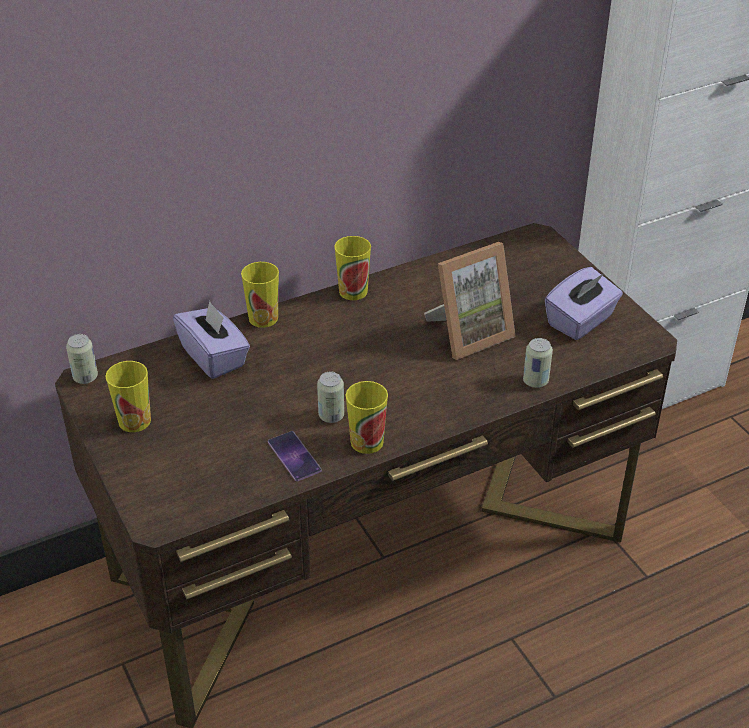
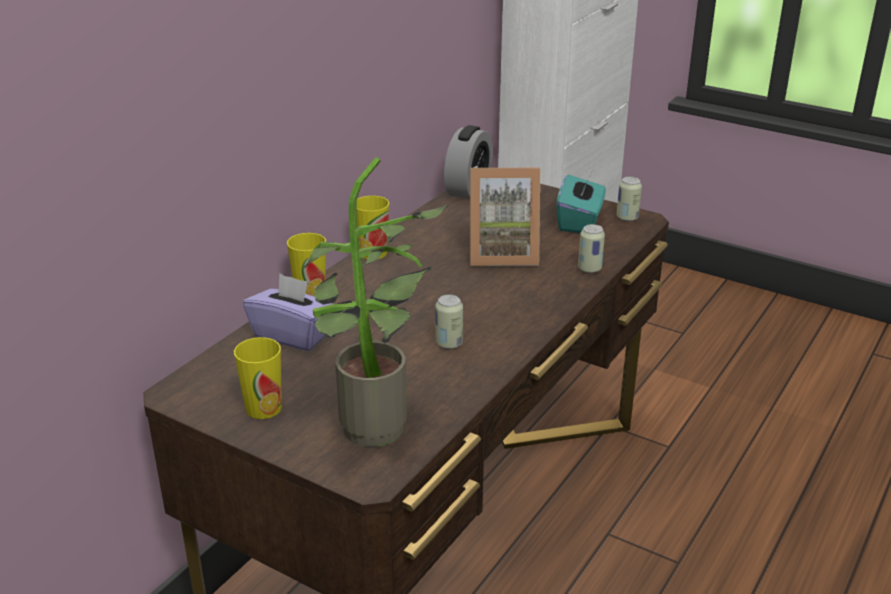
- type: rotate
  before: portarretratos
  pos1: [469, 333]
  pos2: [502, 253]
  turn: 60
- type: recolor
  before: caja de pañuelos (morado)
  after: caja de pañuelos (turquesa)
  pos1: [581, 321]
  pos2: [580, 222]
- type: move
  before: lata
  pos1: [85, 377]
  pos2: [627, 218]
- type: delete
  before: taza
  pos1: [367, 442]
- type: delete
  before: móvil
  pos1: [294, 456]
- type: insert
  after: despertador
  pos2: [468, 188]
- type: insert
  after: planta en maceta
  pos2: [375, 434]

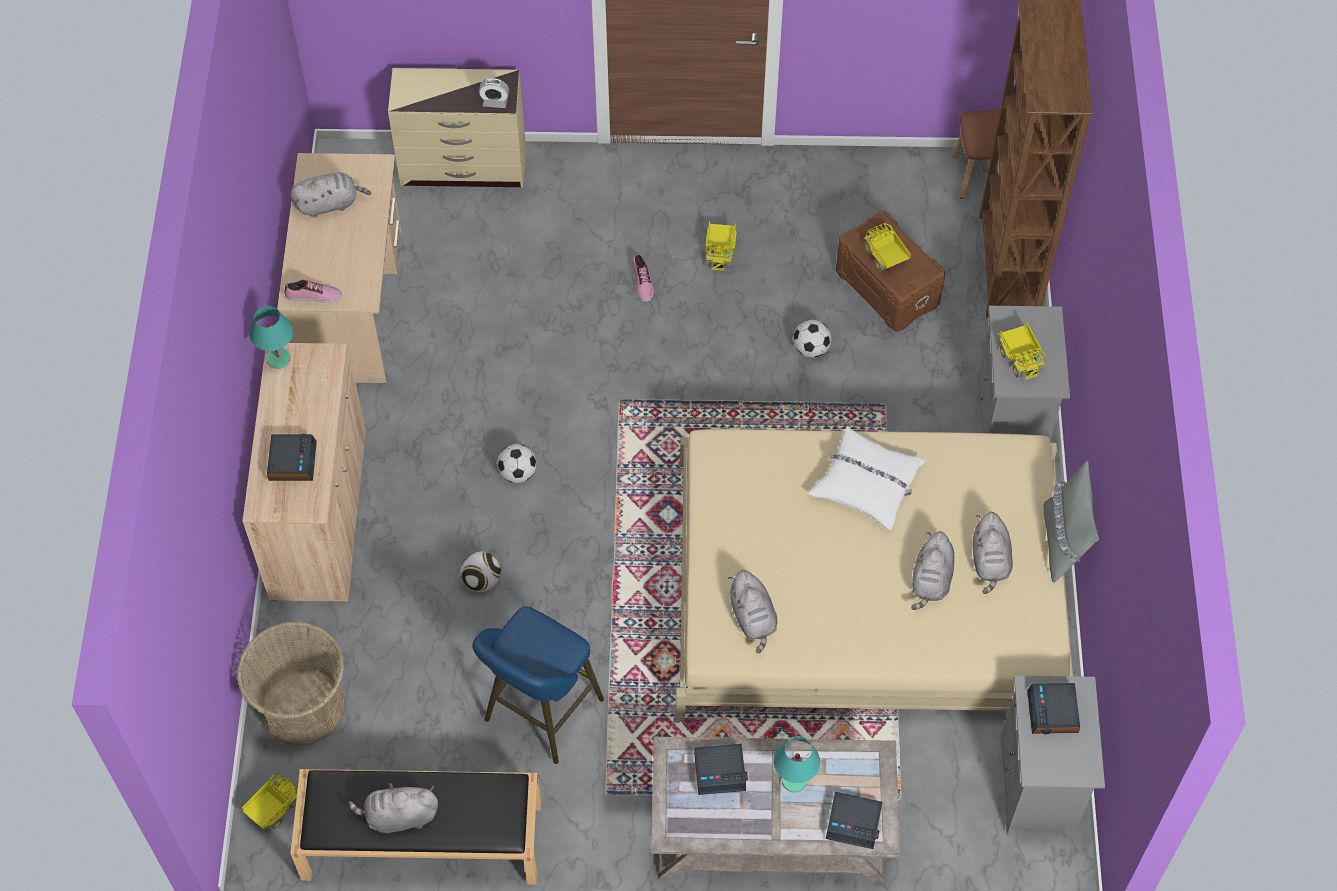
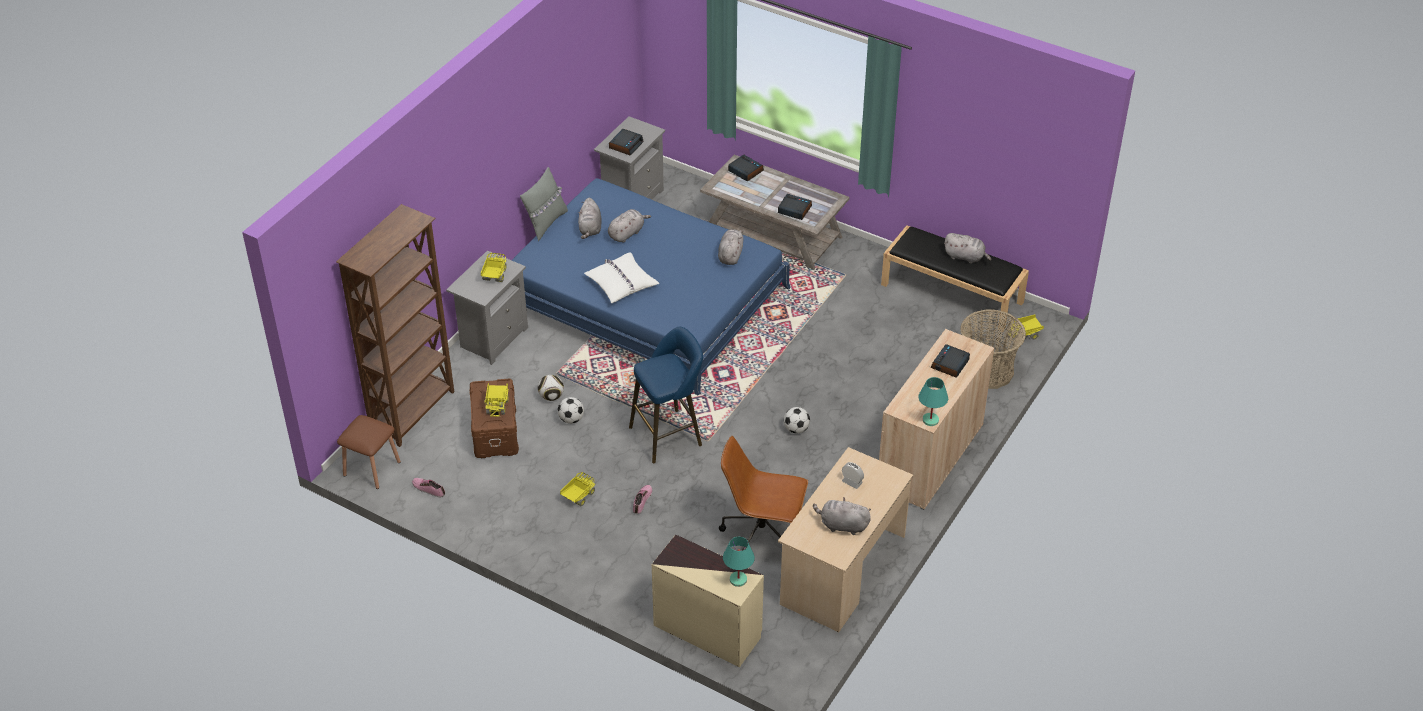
- type: move
  before: despertador
  pos1: [495, 102]
  pos2: [852, 482]
- type: move
  before: zapato
  pos1: [313, 296]
  pos2: [429, 489]
- type: recolor
  before: cama (beis)
  after: cama (azul)
  pos1: [867, 591]
  pos2: [644, 298]
- type: rotate
  before: peluche (gris)
  pos1: [990, 561]
  pos2: [590, 229]
  turn: 150
- type: move
  before: balón de fútbol
  pos1: [482, 580]
  pos2: [551, 397]
- type: move
  before: taburete (azul)
  pos1: [540, 715]
  pos2: [669, 434]
- type: move
  before: lámpara de mesa (turquesa)
  pos1: [794, 780]
  pos2: [737, 580]
- type: insert
  after: silla de oficina (marrón)
  pos2: [762, 536]

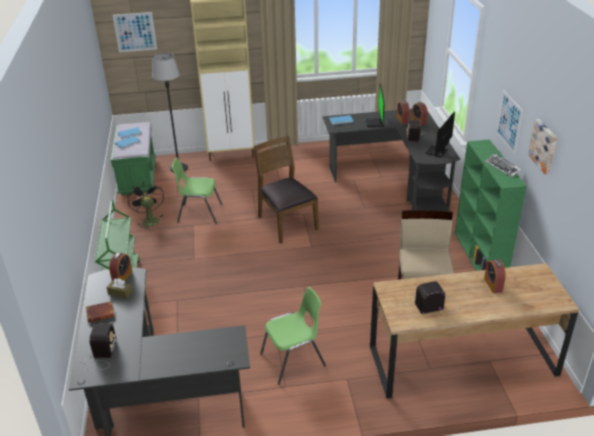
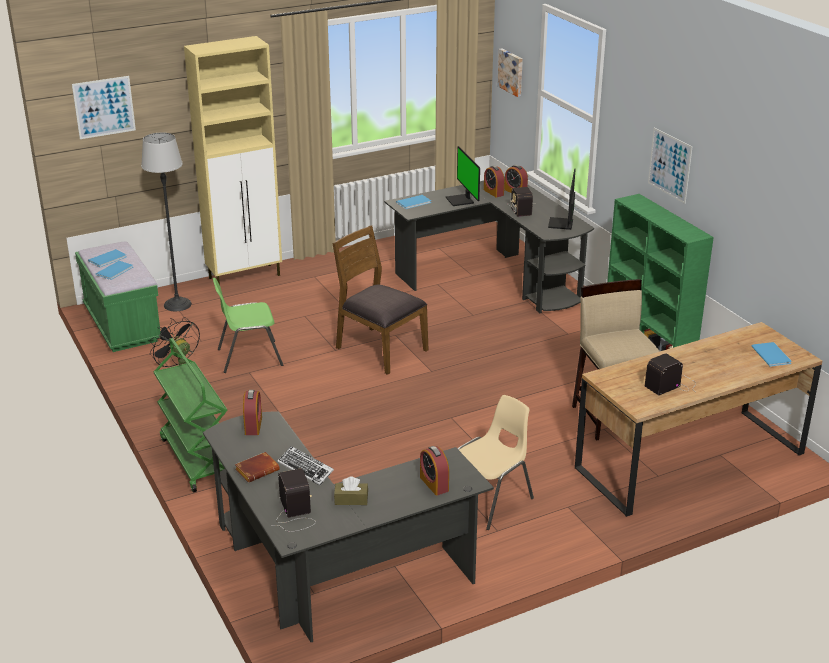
- type: move
  before: cuadro
  pos1: [544, 146]
  pos2: [511, 72]
- type: move
  before: teclado
  pos1: [502, 167]
  pos2: [306, 469]
- type: move
  before: despertador
  pos1: [493, 285]
  pos2: [434, 484]
- type: move
  before: caja de pañuelos (marrón)
  pos1: [120, 293]
  pos2: [351, 499]
- type: recolor
  before: silla (verde)
  after: silla (beis)
  pos1: [294, 360]
  pos2: [490, 500]
- type: insert
  after: libro (azul)
  pos2: [771, 354]

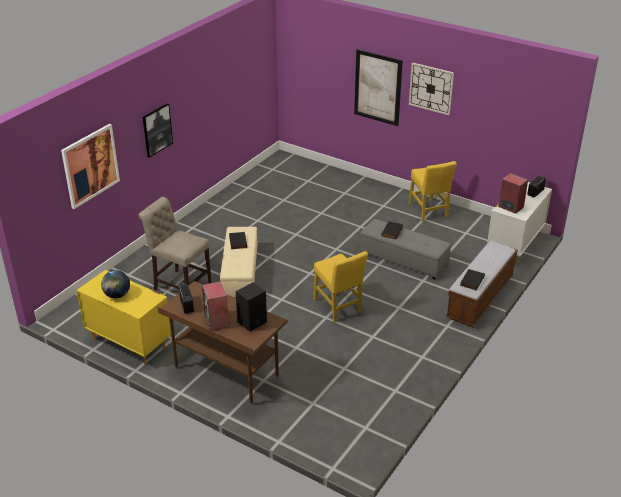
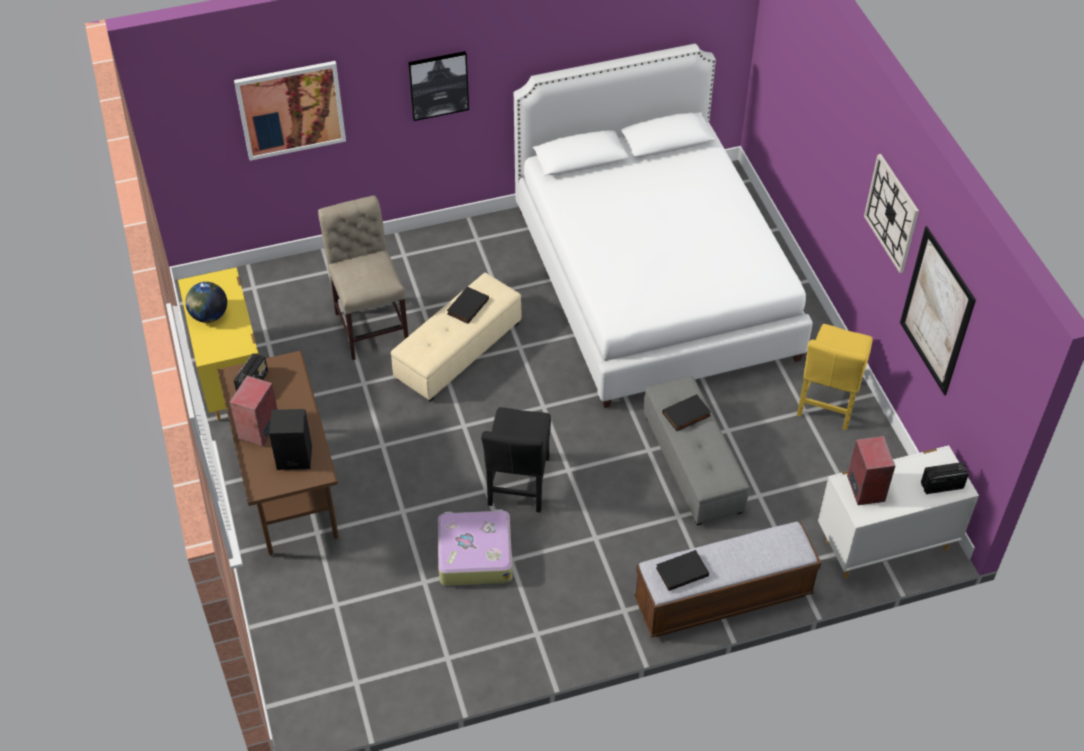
- type: move
  before: cuadro
  pos1: [377, 87]
  pos2: [936, 311]
- type: recolor
  before: silla (amarillo)
  after: silla (negro)
  pos1: [338, 307]
  pos2: [519, 485]
- type: insert
  after: cama (blanco)
  pos2: [653, 282]
- type: insert
  after: maleta
  pos2: [474, 554]

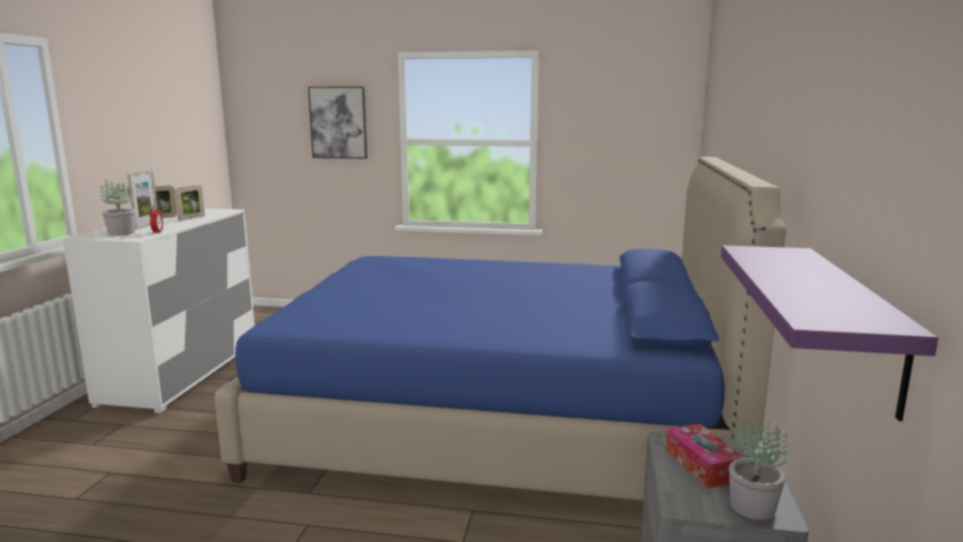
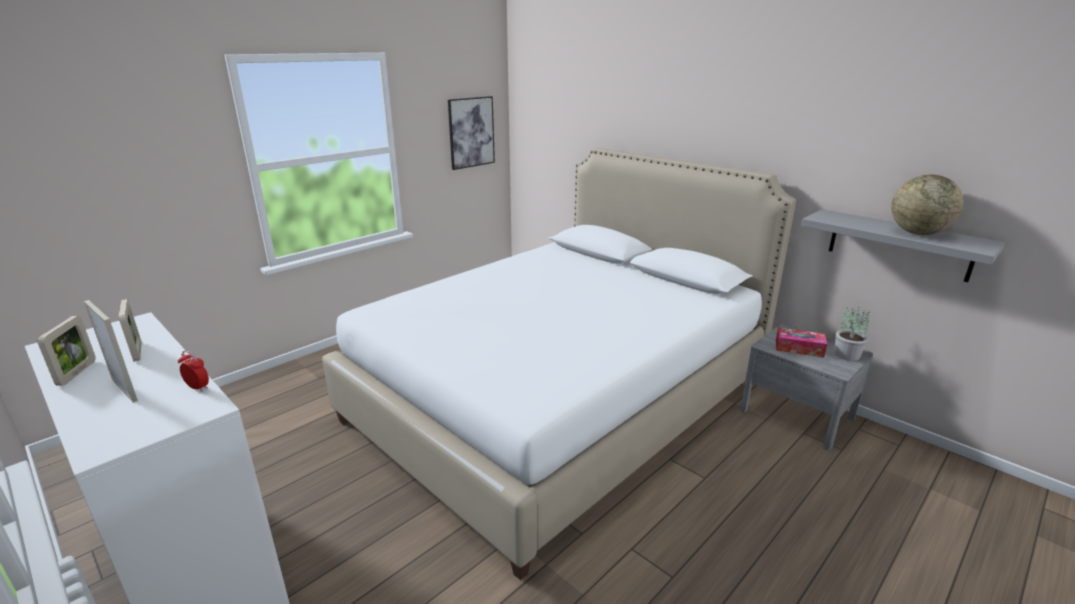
- type: move
  before: cuadro
  pos1: [338, 122]
  pos2: [471, 132]
- type: recolor
  before: cama (azul)
  after: cama (blanco)
  pos1: [498, 421]
  pos2: [559, 400]
- type: delete
  before: planta en maceta
  pos1: [121, 233]
- type: recolor
  before: estante (morado)
  after: estante (gris)
  pos1: [854, 323]
  pos2: [899, 244]
- type: insert
  after: globo terráqueo
  pos2: [918, 233]

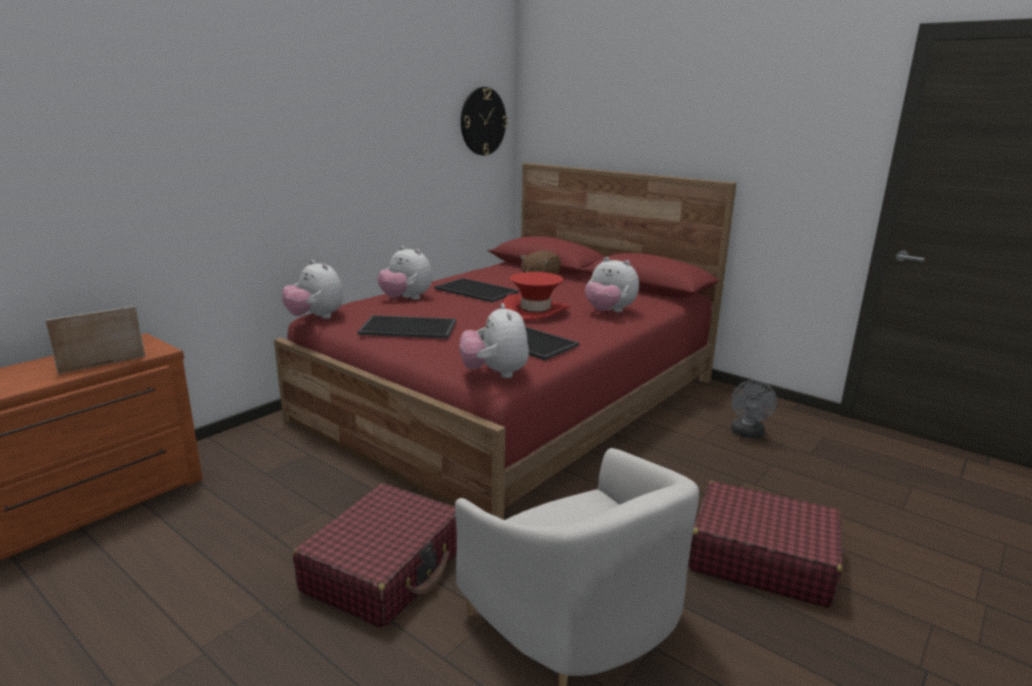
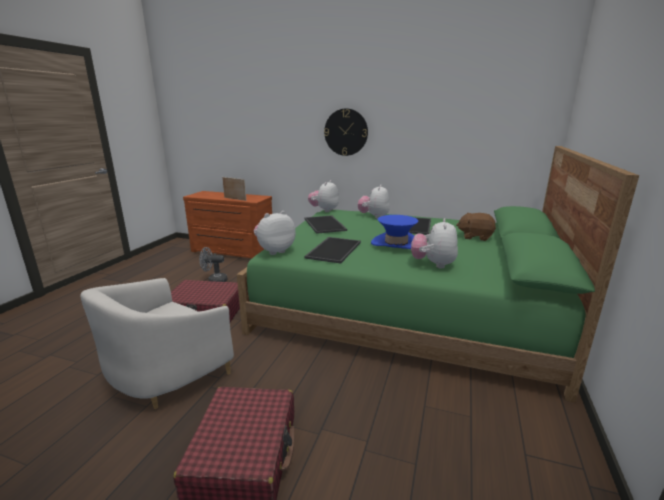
- type: move
  before: reloj de pared
  pos1: [483, 121]
  pos2: [346, 132]
- type: recolor
  before: cama (rojo)
  after: cama (verde)
  pos1: [515, 399]
  pos2: [405, 308]
- type: recolor
  before: sombrero (rojo)
  after: sombrero (azul)
  pos1: [535, 310]
  pos2: [396, 244]
- type: move
  before: ventilador (gris)
  pos1: [747, 434]
  pos2: [214, 281]

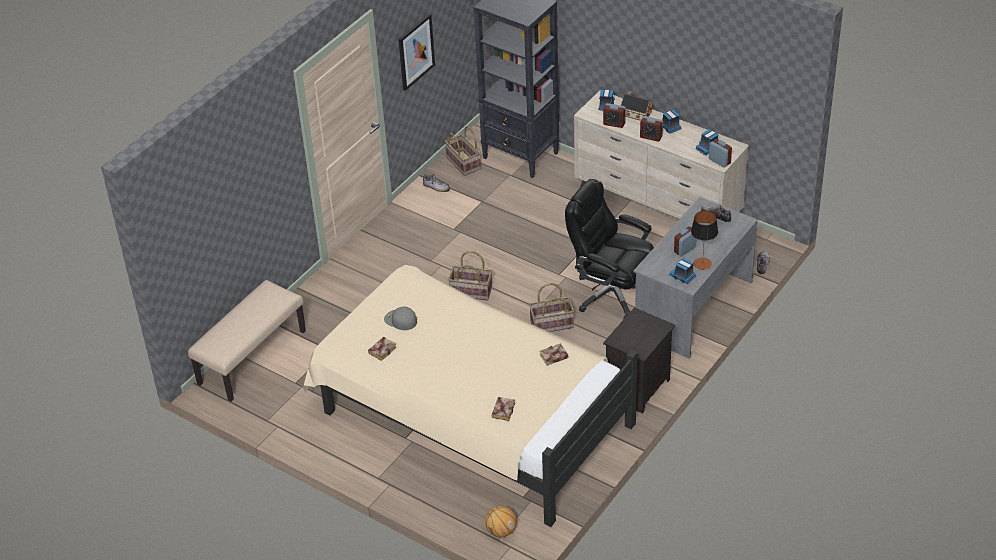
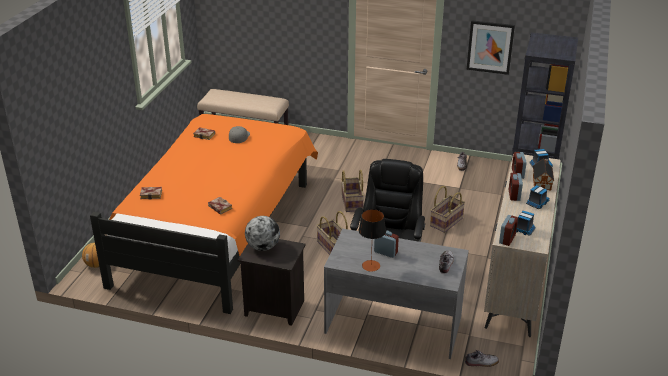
- type: move
  before: cesta
  pos1: [462, 163]
  pos2: [446, 222]
- type: delete
  before: camión de juguete
  pos1: [683, 276]
- type: recolor
  before: cama (beis)
  after: cama (naranja)
  pos1: [469, 413]
  pos2: [217, 227]
- type: insert
  after: globo terráqueo
  pos2: [263, 247]

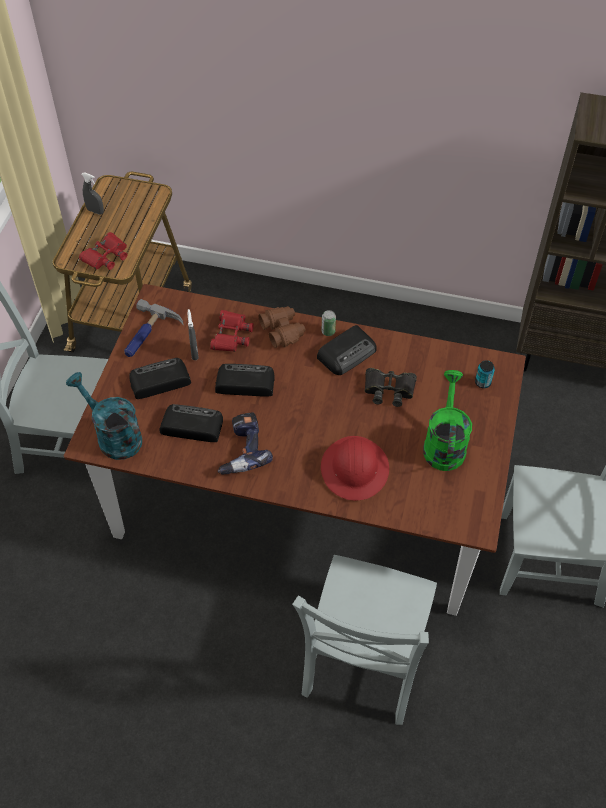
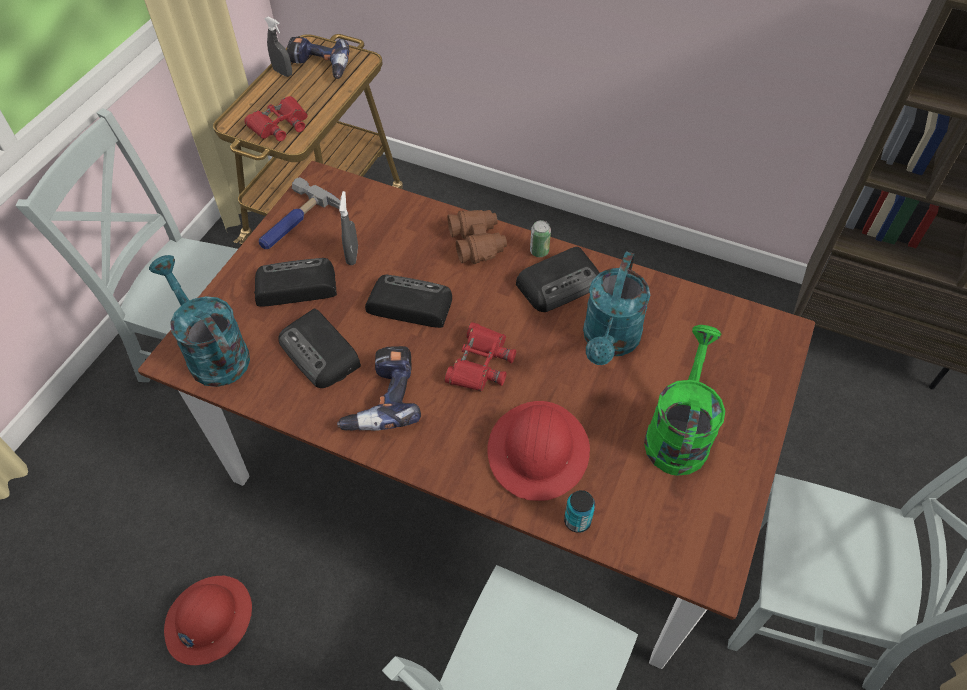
- type: move
  before: prismáticos (rojo)
  pos1: [231, 335]
  pos2: [480, 363]
- type: move
  before: lata
  pos1: [482, 382]
  pos2: [577, 521]
- type: replace
  before: prismáticos (negro)
  after: regadera (turquesa)
  pos1: [389, 389]
  pos2: [609, 342]
- type: rotate
  before: radio
  pos1: [191, 426]
  pos2: [321, 353]
  turn: -150
- type: insert
  after: taladro
  pos2: [319, 67]
- type: insert
  after: casco (rojo)
  pos2: [208, 620]

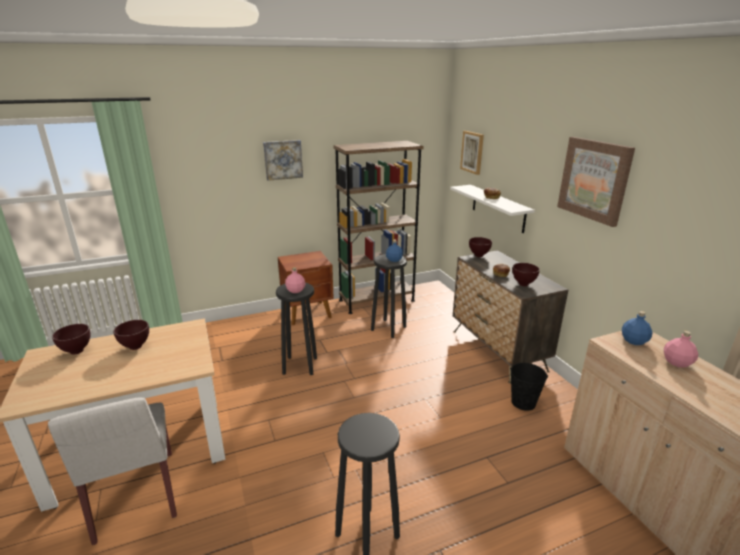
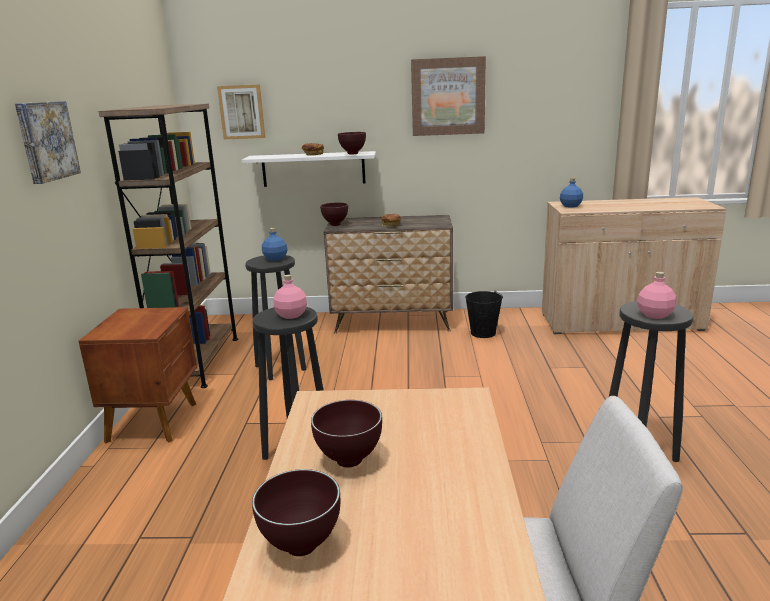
- type: move
  before: cuenco (marrón)
  pos1: [523, 284]
  pos2: [352, 154]
- type: move
  before: botella (rosa)
  pos1: [677, 363]
  pos2: [655, 315]

